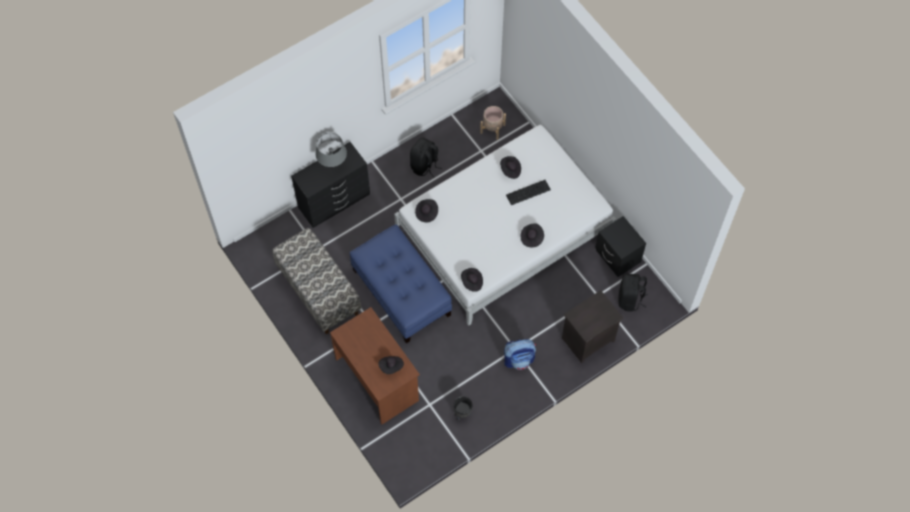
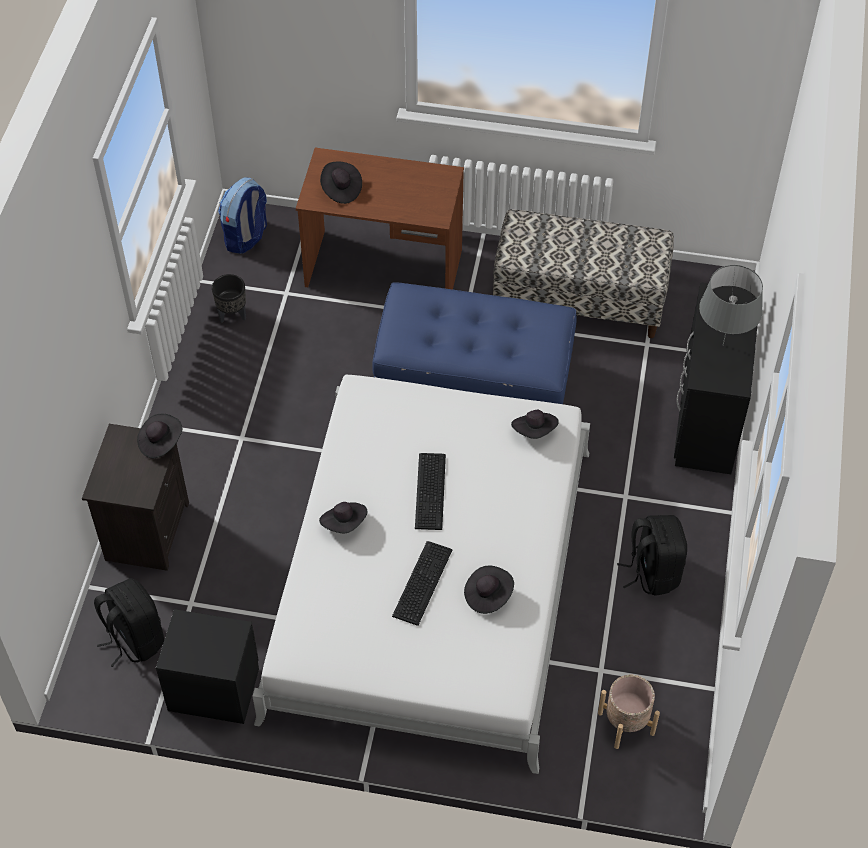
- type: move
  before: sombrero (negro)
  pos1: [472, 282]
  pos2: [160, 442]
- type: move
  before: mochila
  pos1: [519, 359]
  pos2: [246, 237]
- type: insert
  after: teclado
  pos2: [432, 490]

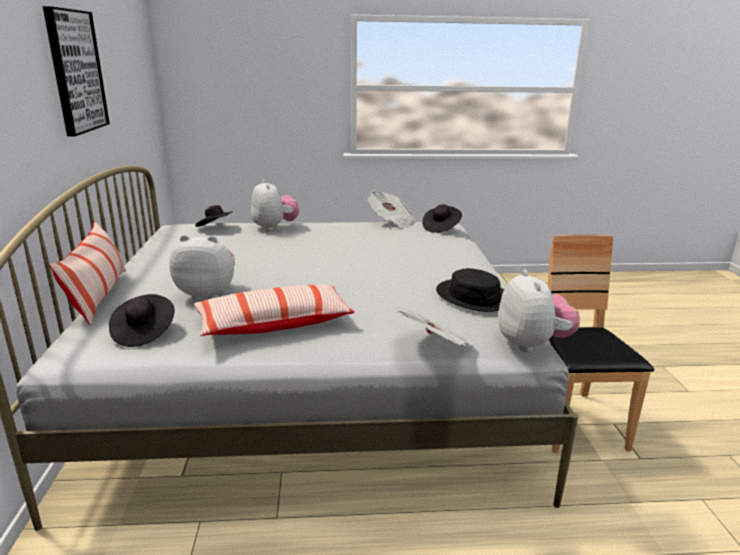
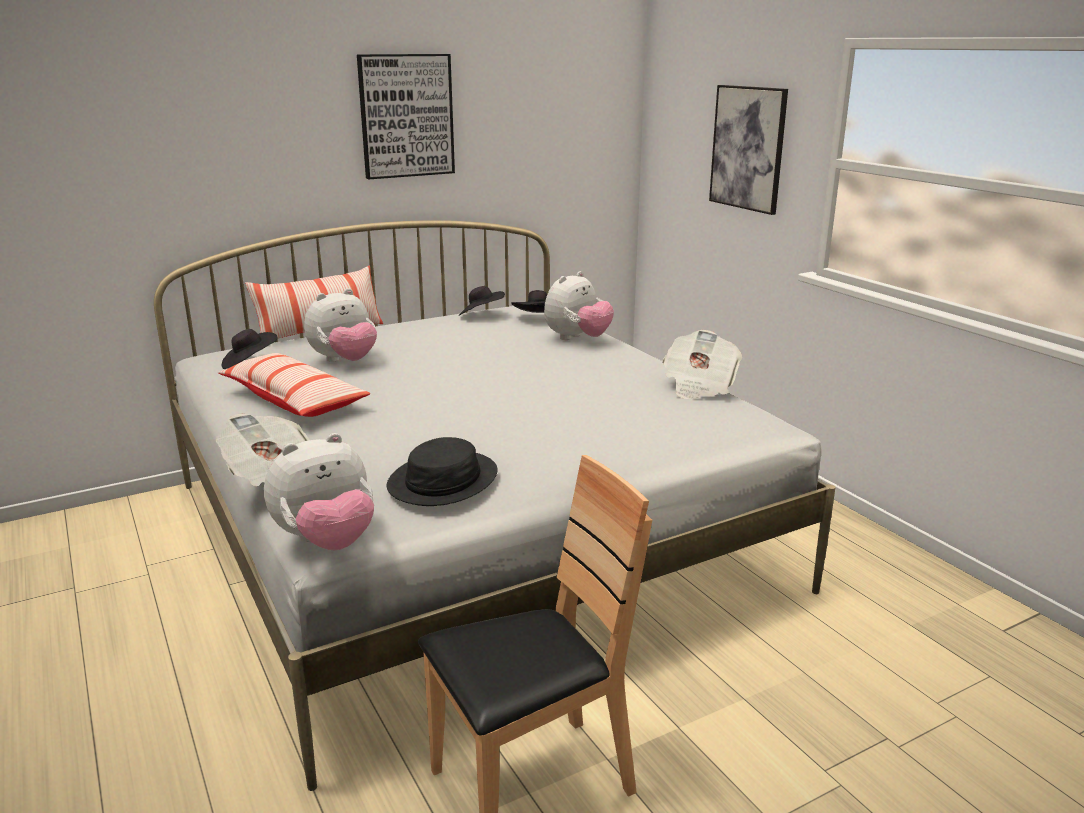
- type: move
  before: sombrero (negro)
  pos1: [441, 228]
  pos2: [481, 315]
- type: rotate
  before: peluche
  pos1: [208, 294]
  pos2: [344, 361]
  turn: 75
- type: insert
  after: cuadro
  pos2: [748, 148]

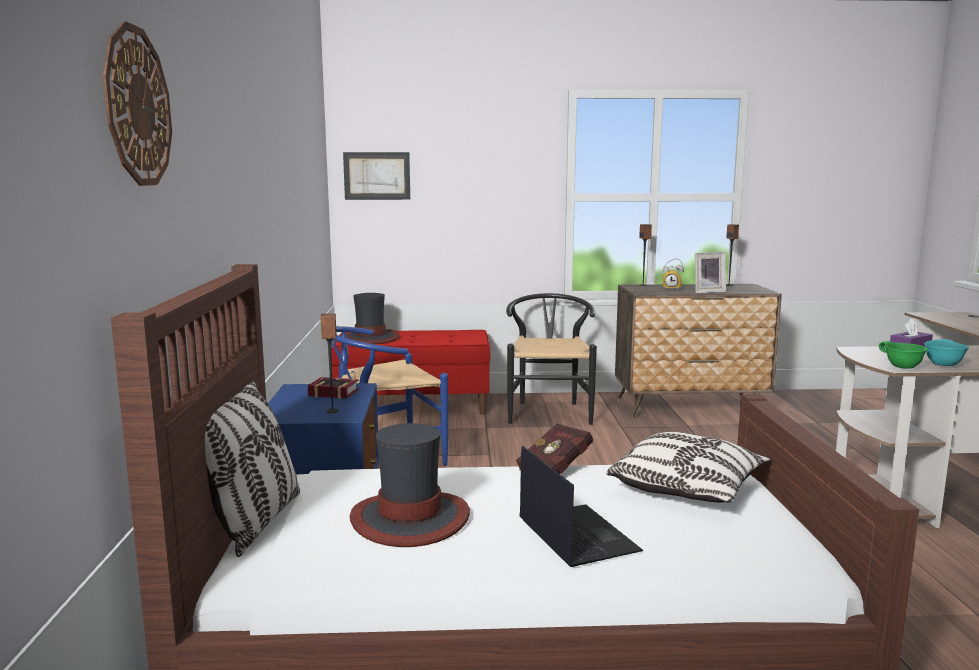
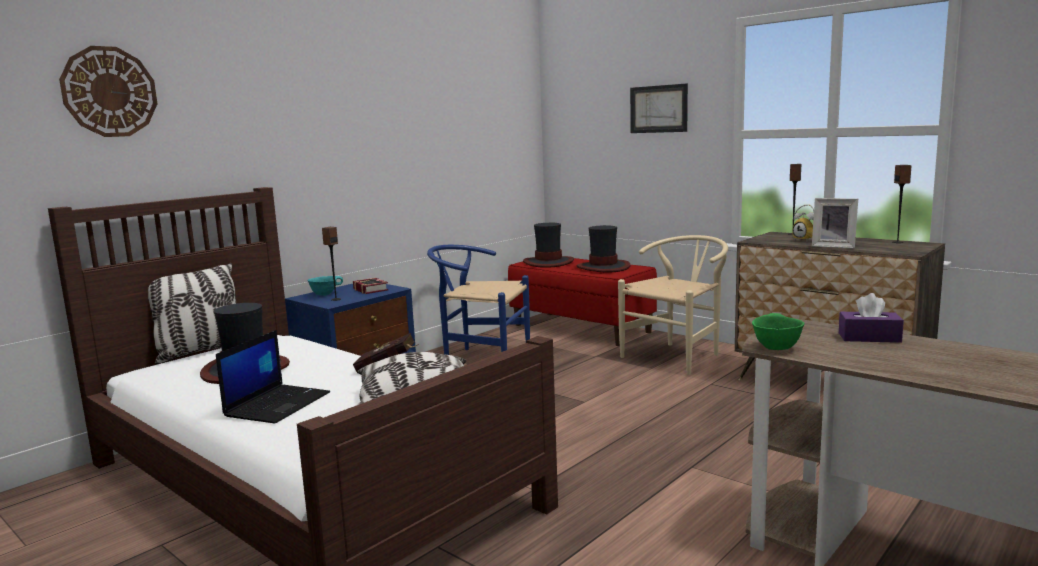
- type: move
  before: cuadro
  pos1: [377, 176]
  pos2: [658, 109]
- type: recolor
  before: silla (negro)
  after: silla (beis)
  pos1: [549, 411]
  pos2: [678, 355]
- type: move
  before: cuenco (turquesa)
  pos1: [942, 365]
  pos2: [324, 294]
- type: insert
  after: sombrero
  pos2: [603, 267]

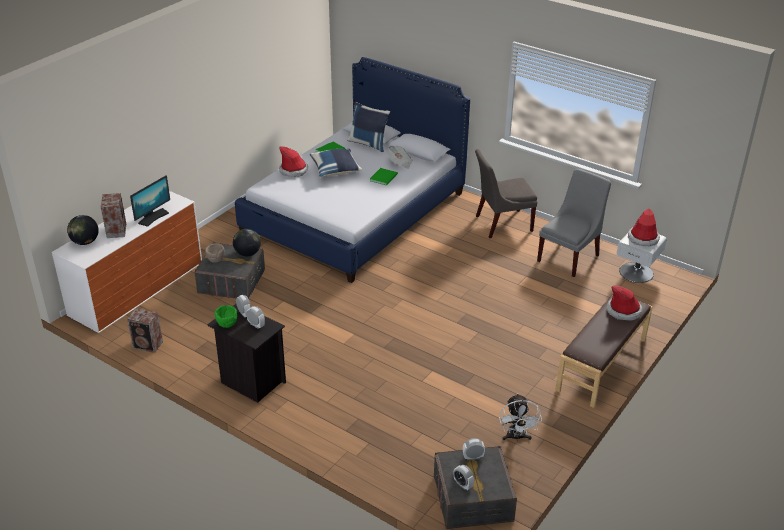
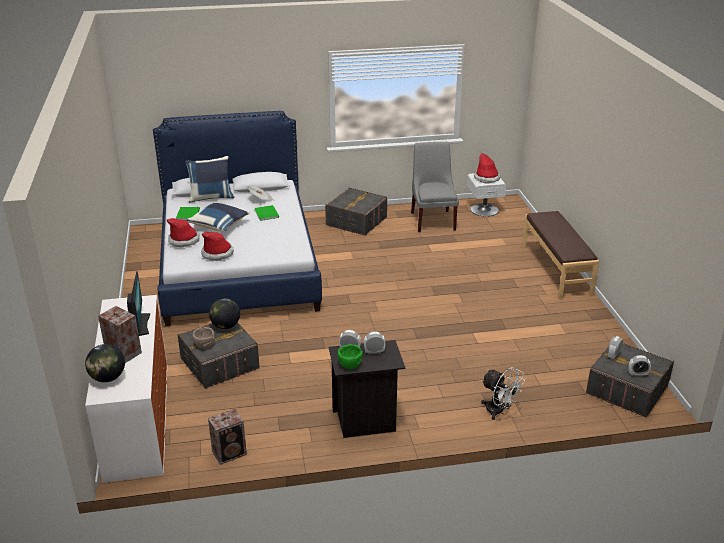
- type: replace
  before: silla (gris)
  after: caja de almacenaje (gris)
  pos1: [501, 224]
  pos2: [356, 221]
- type: move
  before: sombrero
  pos1: [623, 311]
  pos2: [217, 253]
- type: move
  before: ventilador (blanco)
  pos1: [516, 437]
  pos2: [499, 411]

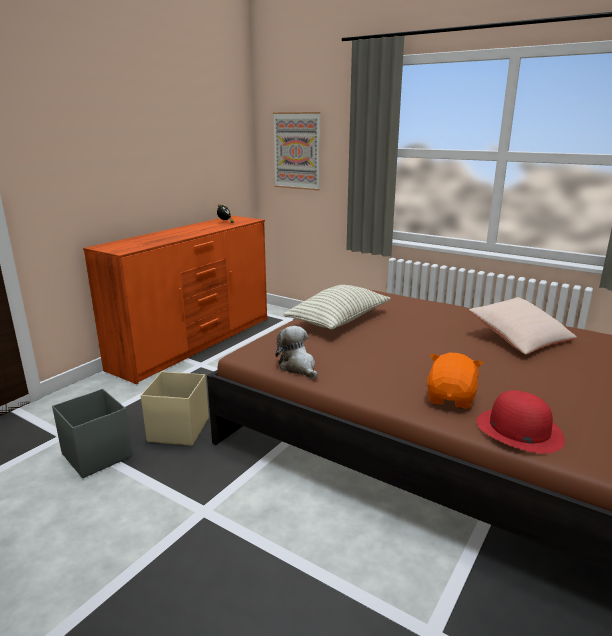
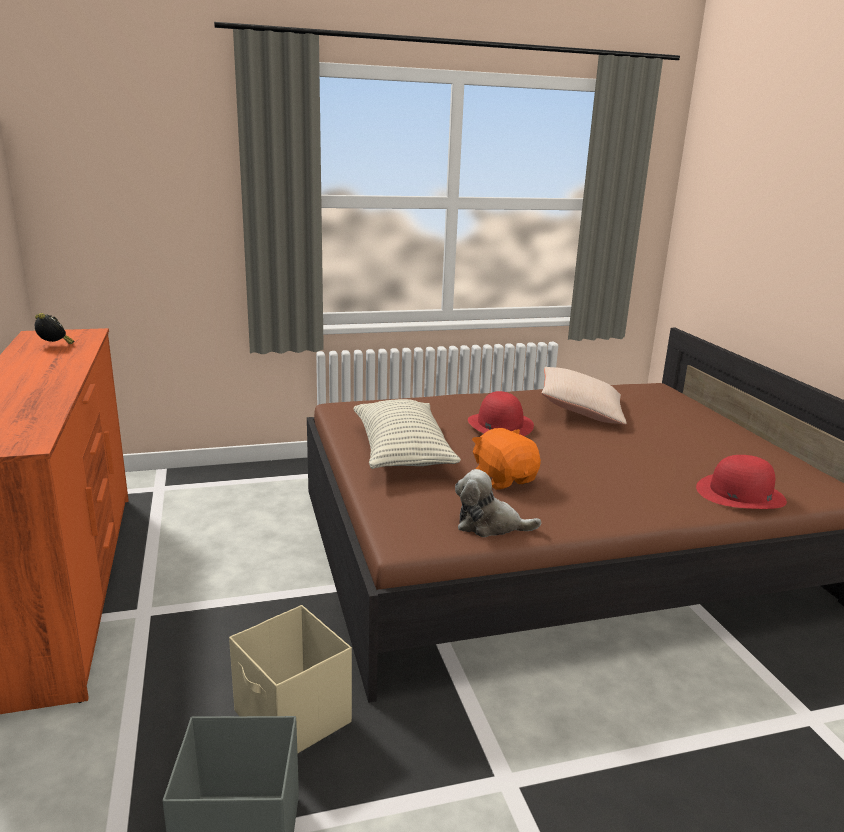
- type: delete
  before: cuadro
  pos1: [297, 151]
- type: move
  before: peluche (naranja)
  pos1: [451, 398]
  pos2: [504, 479]
- type: insert
  after: sombrero (rojo)
  pos2: [500, 425]

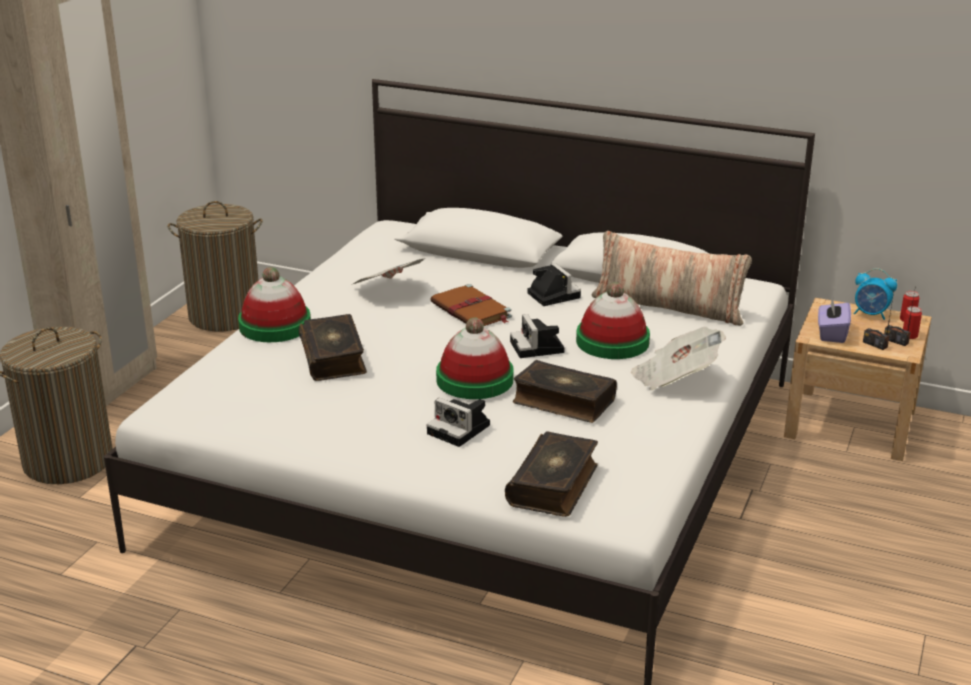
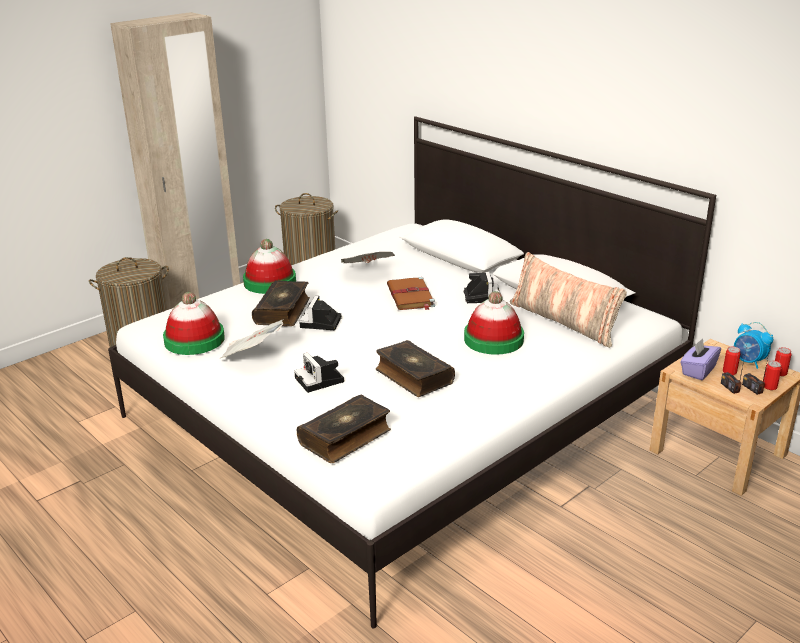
- type: move
  before: cámara
  pos1: [538, 348]
  pos2: [321, 323]
- type: move
  before: sombrero
  pos1: [475, 380]
  pos2: [194, 340]
- type: move
  before: periódico
  pos1: [675, 378]
  pos2: [253, 355]
- type: insert
  after: lata
  pos2: [729, 372]

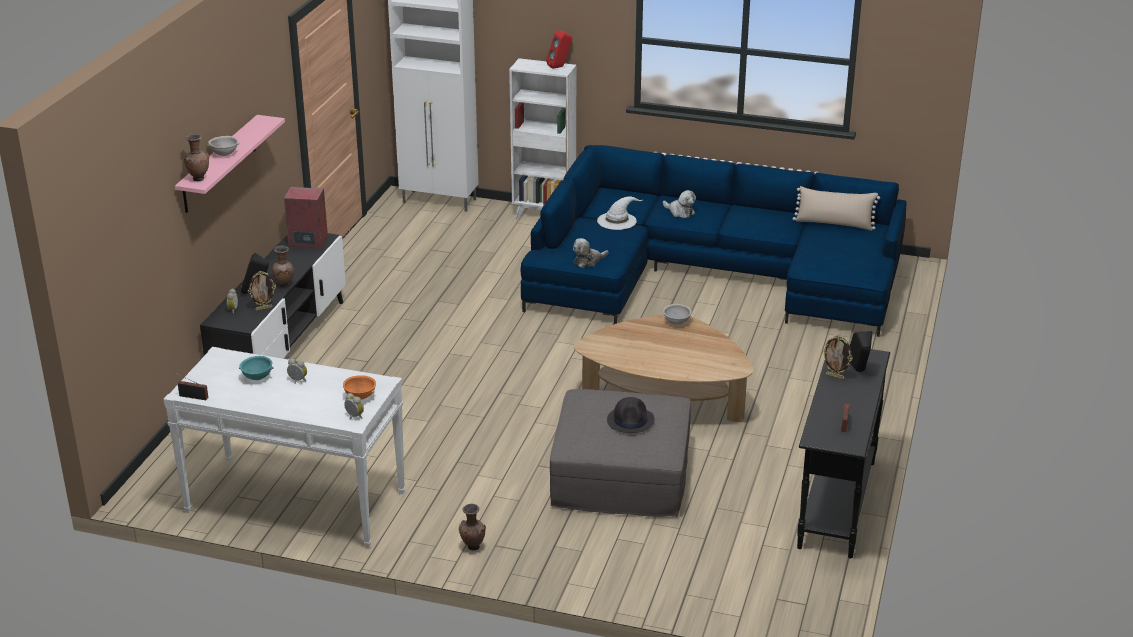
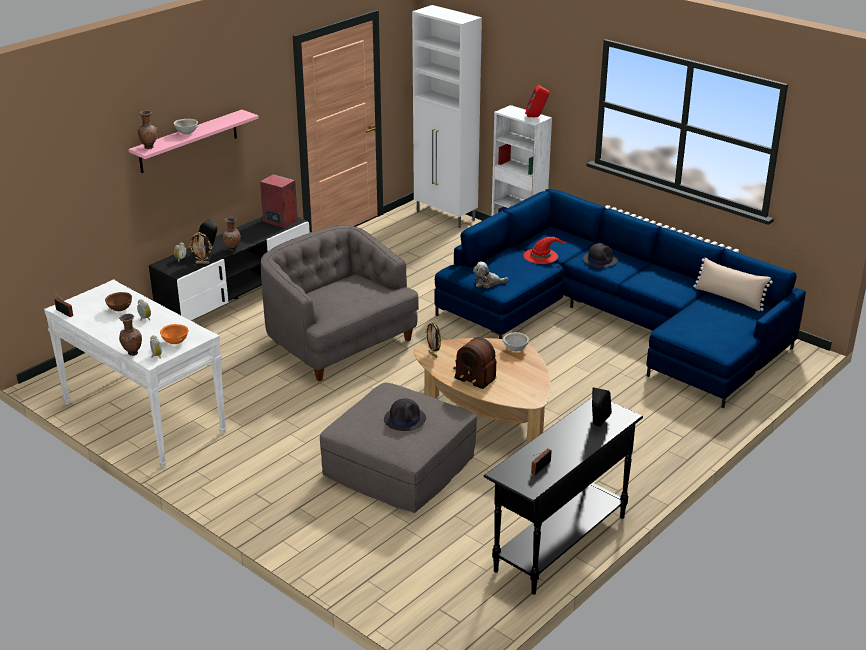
- type: replace
  before: peluche
  after: sombrero (negro)
  pos1: [680, 212]
  pos2: [600, 260]
- type: recolor
  before: sombrero (blanco)
  after: sombrero (rojo)
  pos1: [617, 220]
  pos2: [541, 256]
- type: move
  before: portarretratos
  pos1: [835, 376]
  pos2: [433, 355]
- type: recolor
  before: cuenco (turquesa)
  after: cuenco (marrón)
  pos1: [257, 378]
  pos2: [120, 309]
- type: move
  before: florero (marrón)
  pos1: [472, 547]
  pos2: [132, 353]
- type: insert
  after: sillón (gris)
  pos2: [339, 343]
- type: insert
  after: radio
  pos2: [475, 373]

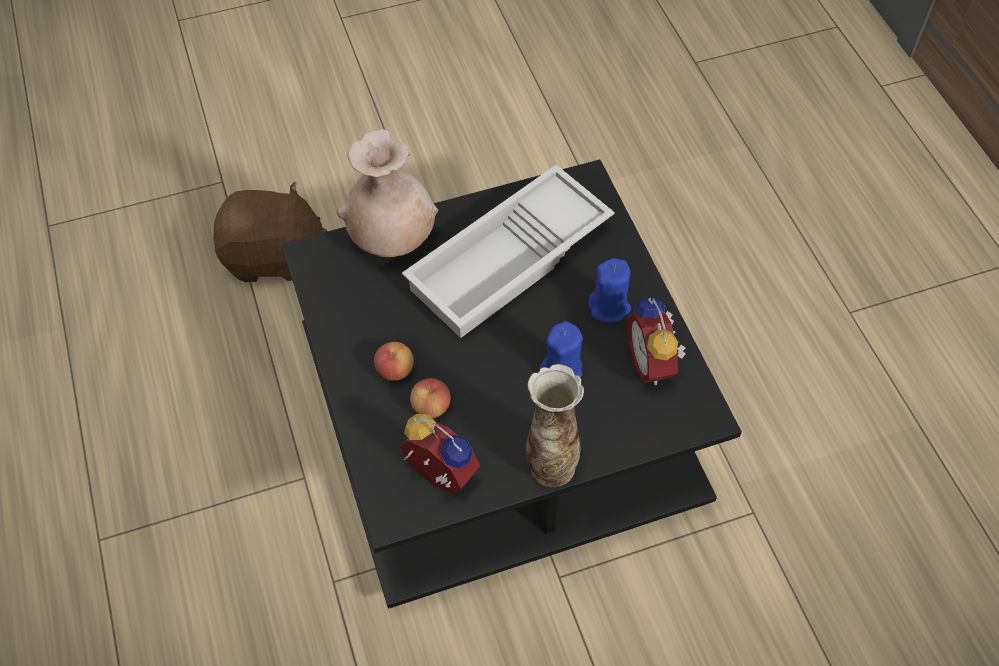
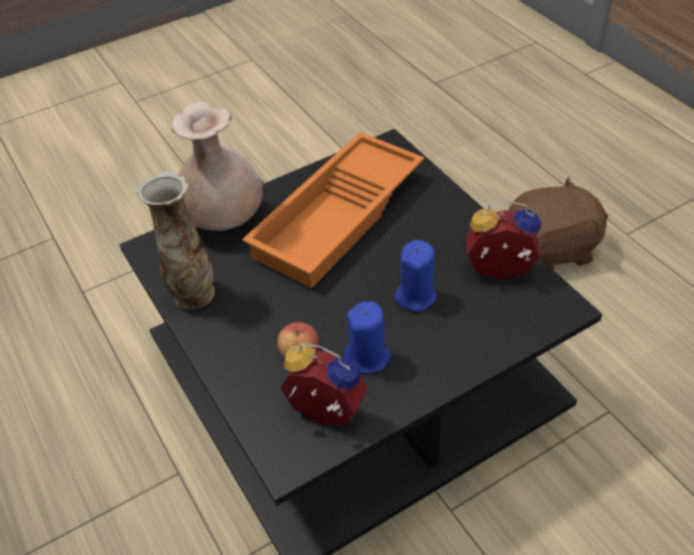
- type: recolor
  before: bandeja (blanco)
  after: bandeja (naranja)
  pos1: [510, 262]
  pos2: [339, 218]
- type: move
  before: peluche (marrón)
  pos1: [273, 256]
  pos2: [552, 250]
- type: move
  before: vela (azul)
  pos1: [609, 307]
  pos2: [368, 357]
- type: rotate
  before: despertador
  pos1: [653, 363]
  pos2: [499, 273]
  turn: 120
- type: delete
  before: manzana
  pos1: [395, 370]
- type: move
  before: florero
  pos1: [551, 465]
  pos2: [192, 293]

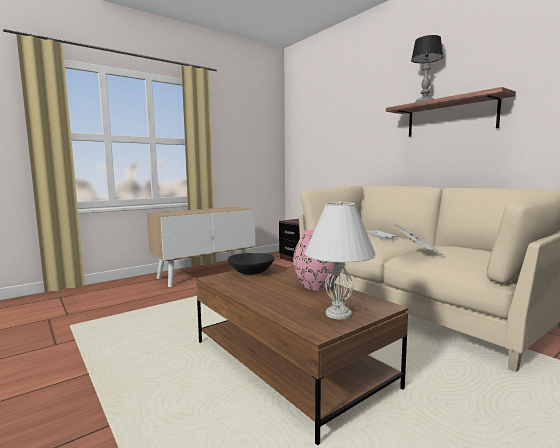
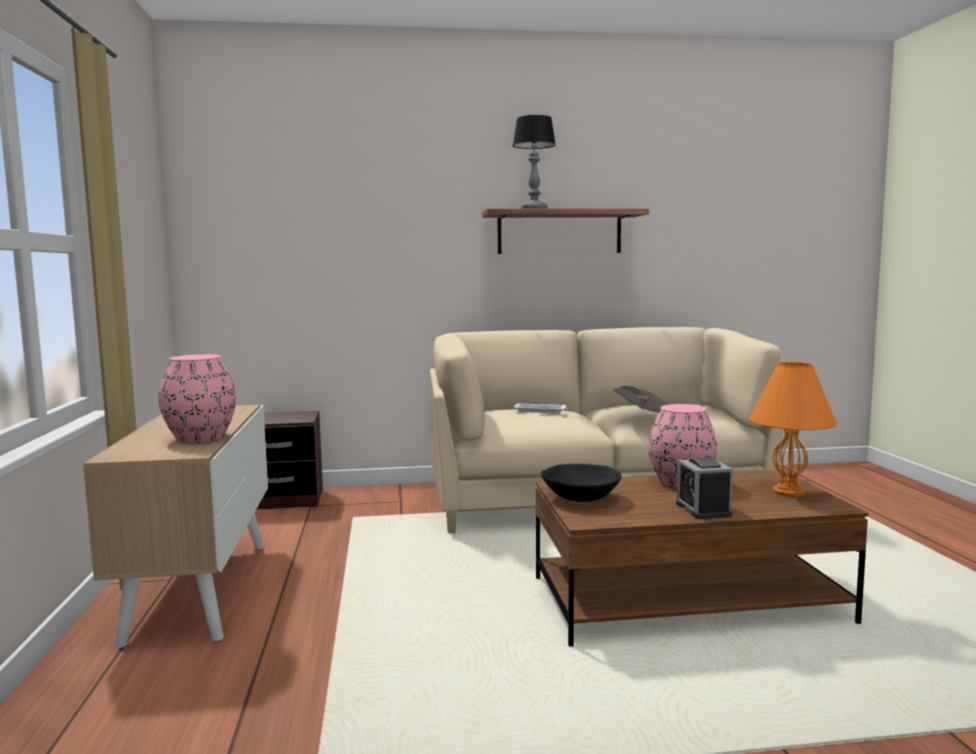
- type: recolor
  before: lámpara de mesa (blanco)
  after: lámpara de mesa (naranja)
  pos1: [338, 314]
  pos2: [789, 492]
- type: insert
  after: florero (rosa)
  pos2: [200, 438]
- type: insert
  after: despertador
  pos2: [703, 509]

